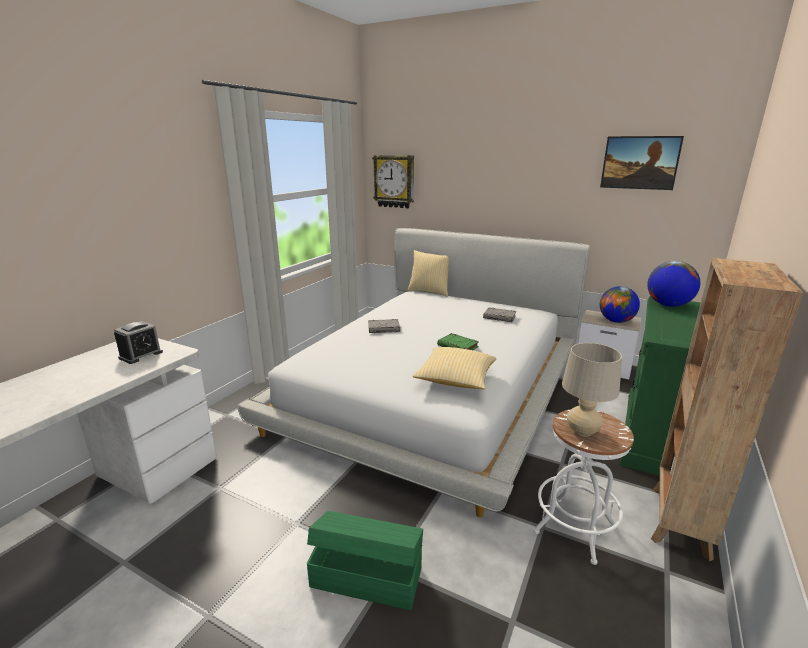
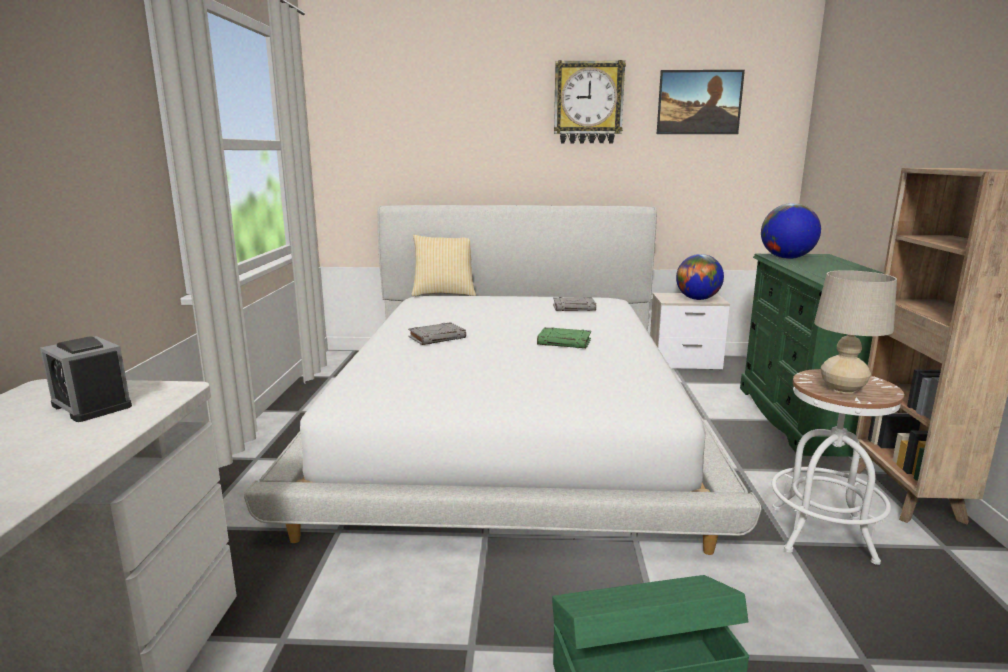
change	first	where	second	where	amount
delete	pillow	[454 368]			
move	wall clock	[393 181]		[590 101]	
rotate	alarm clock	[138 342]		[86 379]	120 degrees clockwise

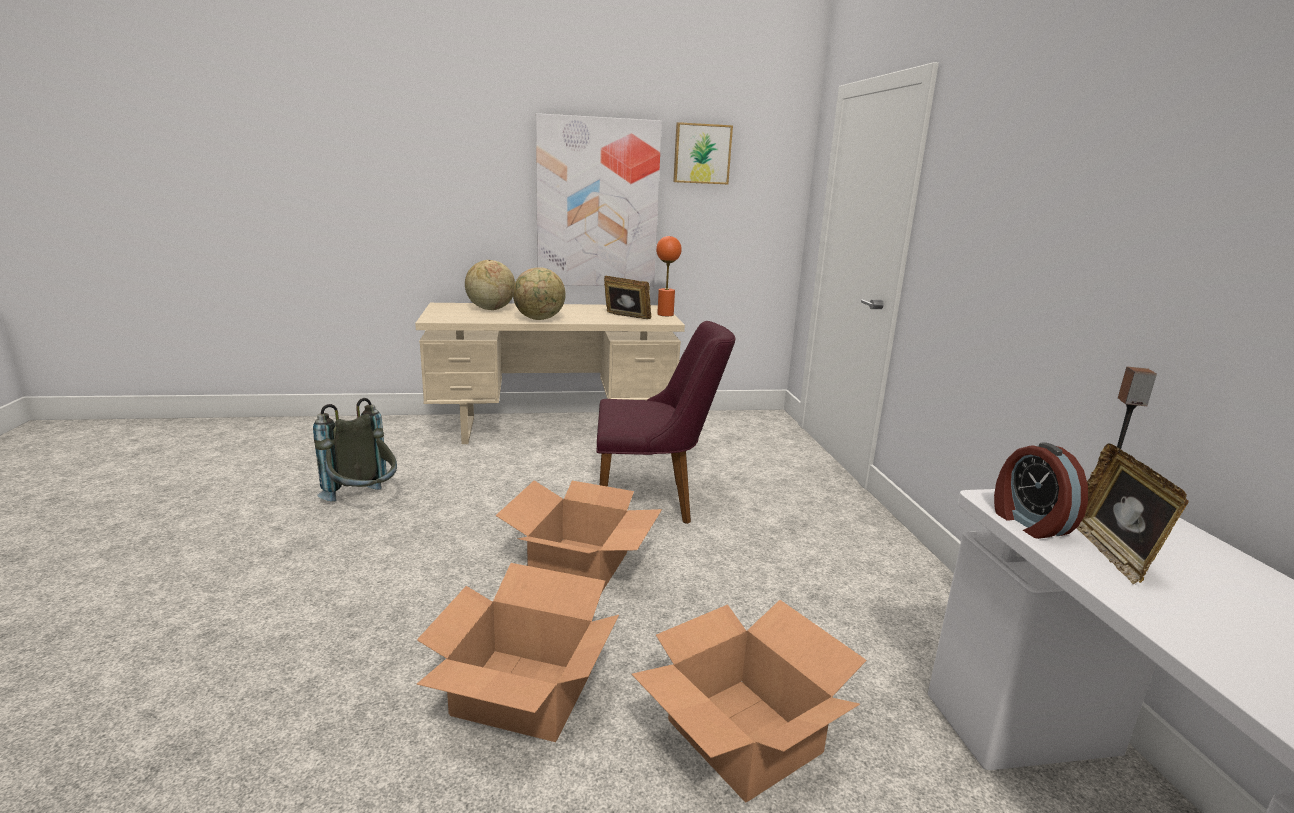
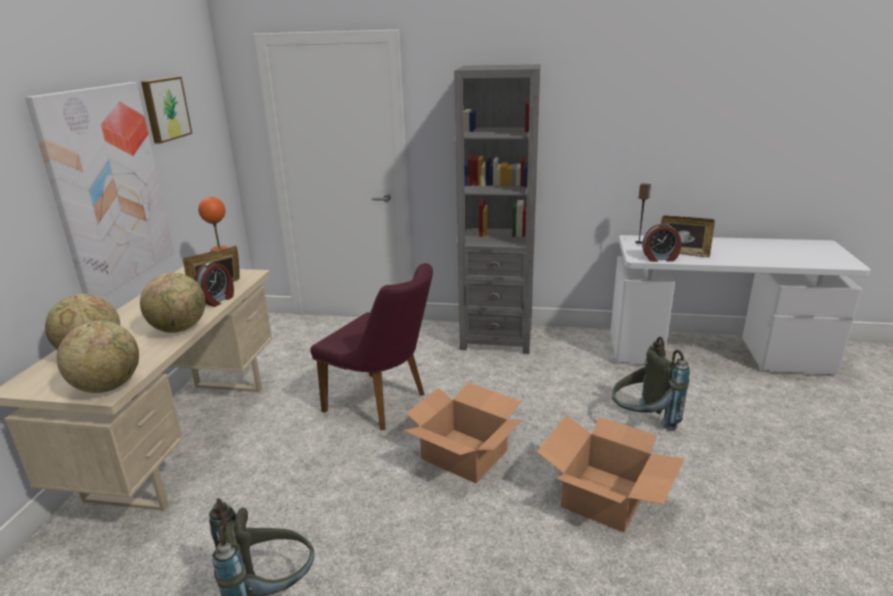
change	first	where	second	where	amount
insert			globe	[98 357]	
insert			alarm clock	[214 284]	
insert			grey bookcase	[497 209]	
replace	cardboard box	[749 701]	grey backpack	[651 384]	
rotate	purple chair	[666 422]		[371 346]	105 degrees clockwise

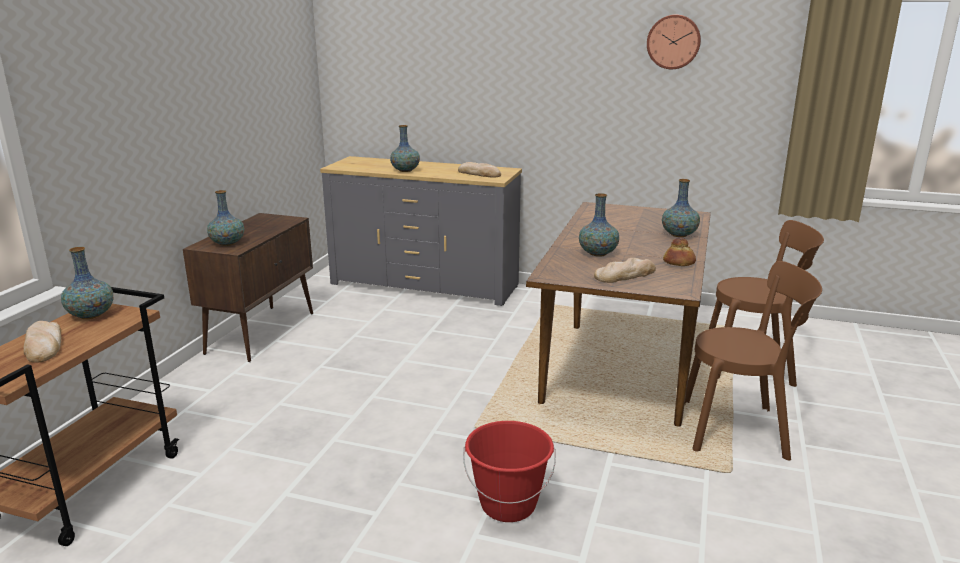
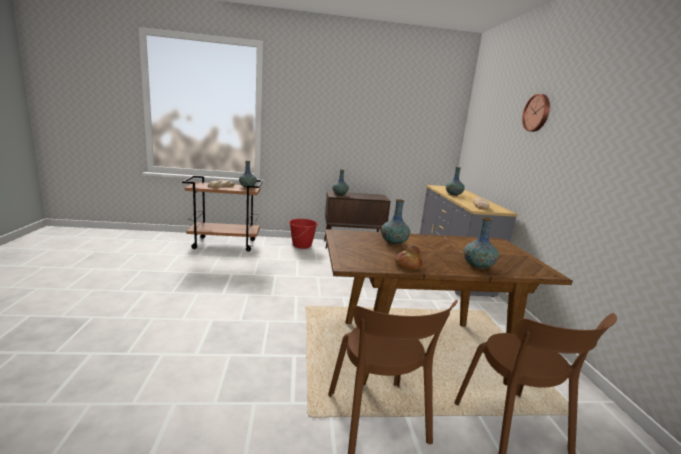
change	first	where	second	where	amount
delete	bread	[625 270]			
move	red bucket	[509 471]		[303 234]	
move	wall clock	[674 41]		[536 113]	

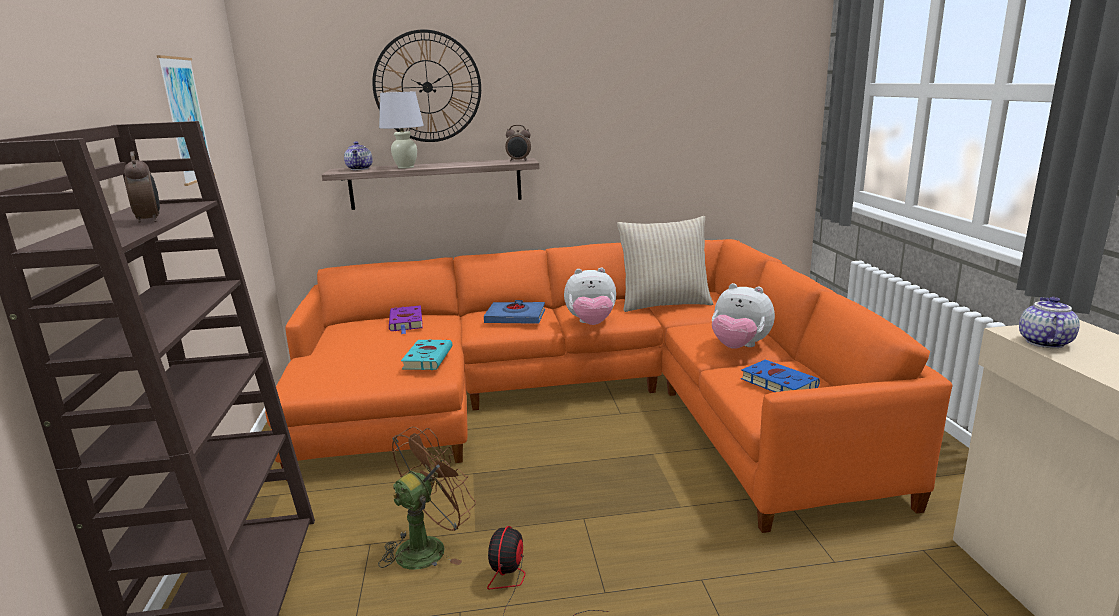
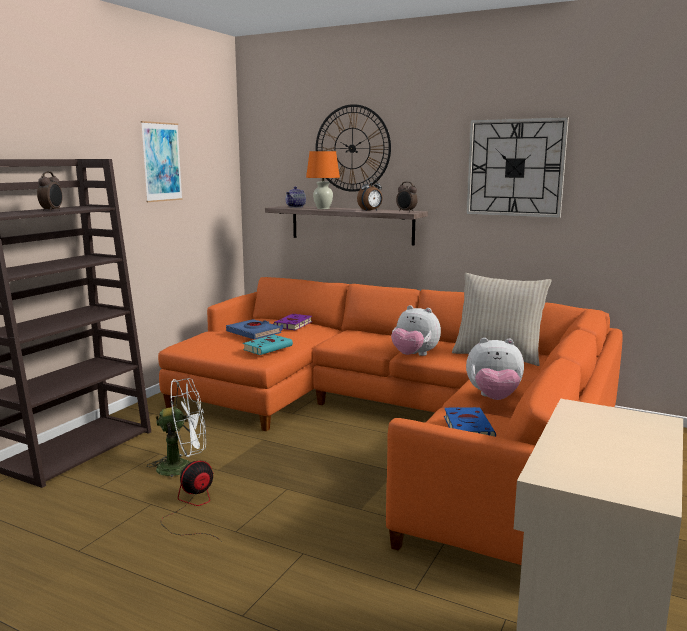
change	first	where	second	where	amount
delete	teapot	[1049 322]			
insert			alarm clock	[370 194]	
insert			wall clock	[517 167]	
move	blue book	[514 312]		[253 329]	
recolor	brown fan	[427 498]	white fan	[176 427]	
recolor	white table lamp	[401 130]	orange table lamp	[323 180]	
rotate	plush toy	[743 316]		[495 369]	60 degrees counterclockwise

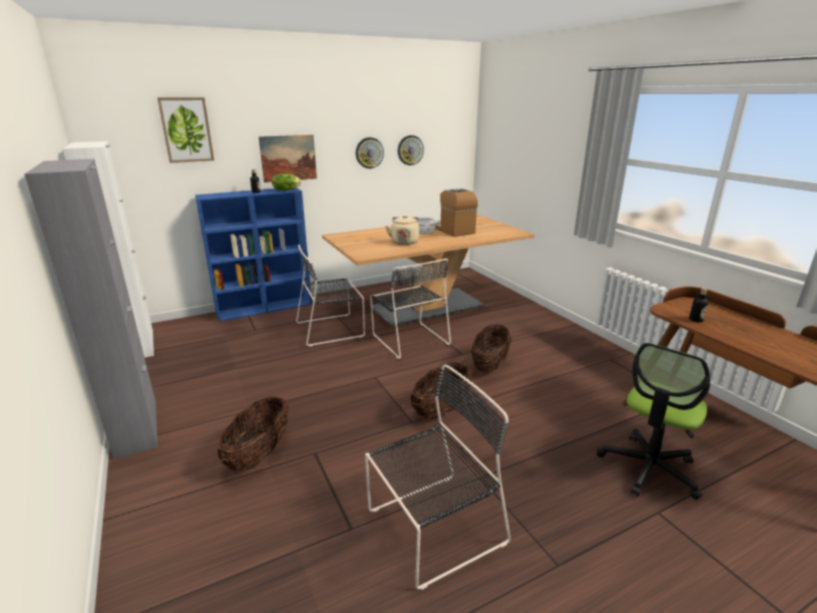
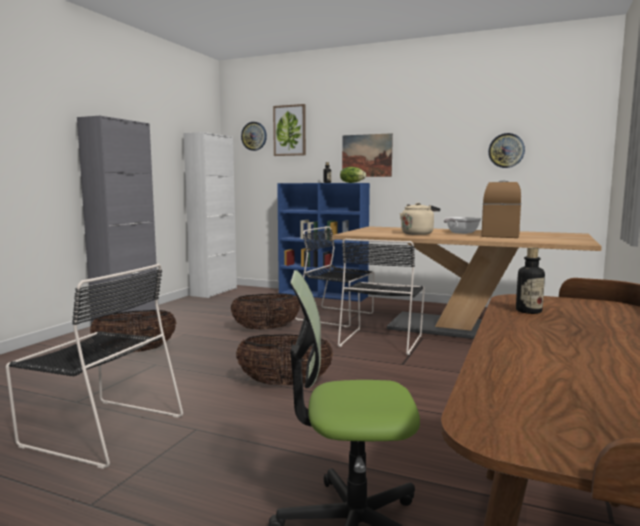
change	first	where	second	where	amount
move	wall clock	[370 153]		[254 136]	
move	basket	[491 348]		[265 311]	

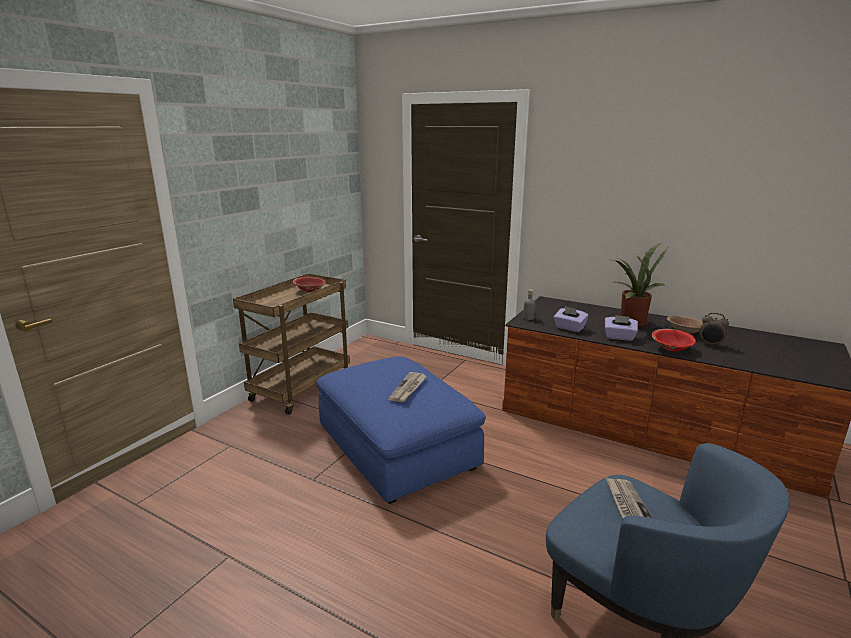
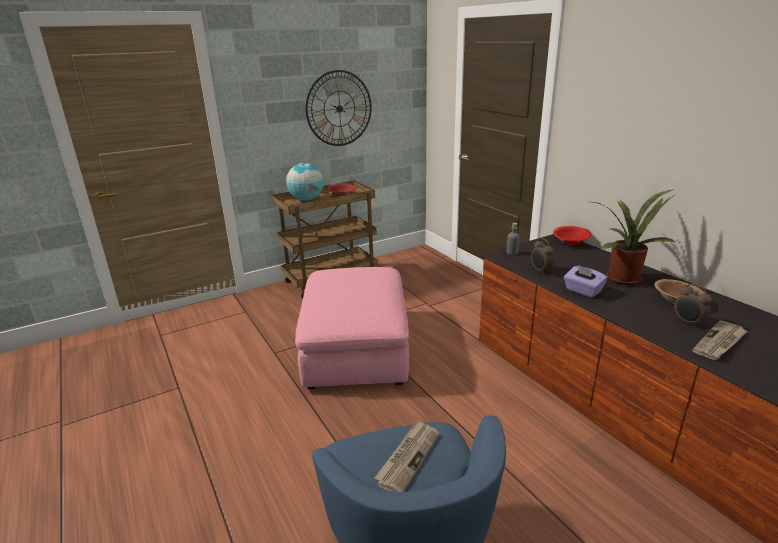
change	first	where	second	where	amount
insert			globe	[305 182]	
insert			wall clock	[338 108]	
move	newspaper	[407 387]		[720 340]	
move	red bowl	[674 340]		[572 235]	
replace	purple tissue box	[571 319]	alarm clock	[542 256]	
recolor	blue ottoman	[401 430]	pink ottoman	[352 328]	

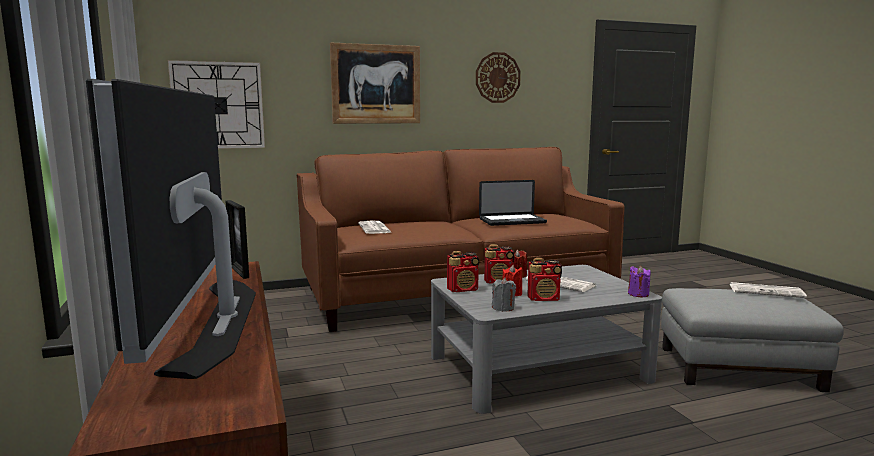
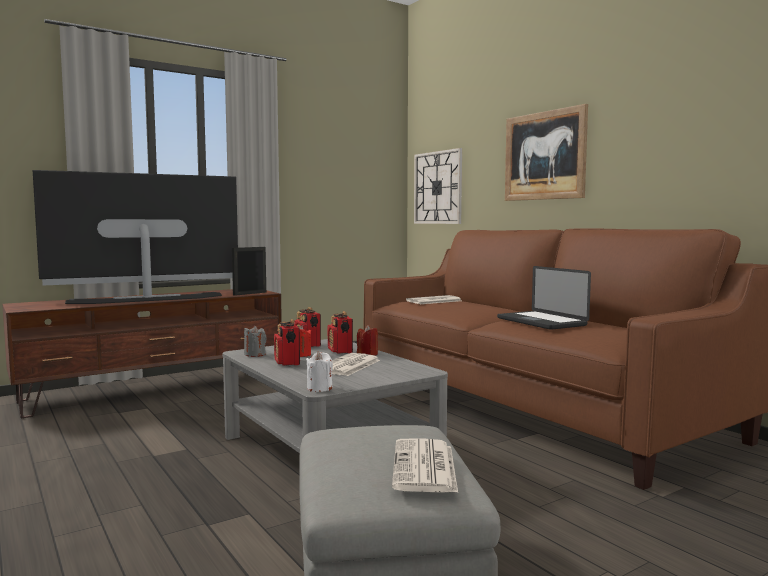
change	first	where	second	where	amount
delete	wall clock	[498 77]			
recolor	purple candle	[639 281]	white candle	[319 372]	

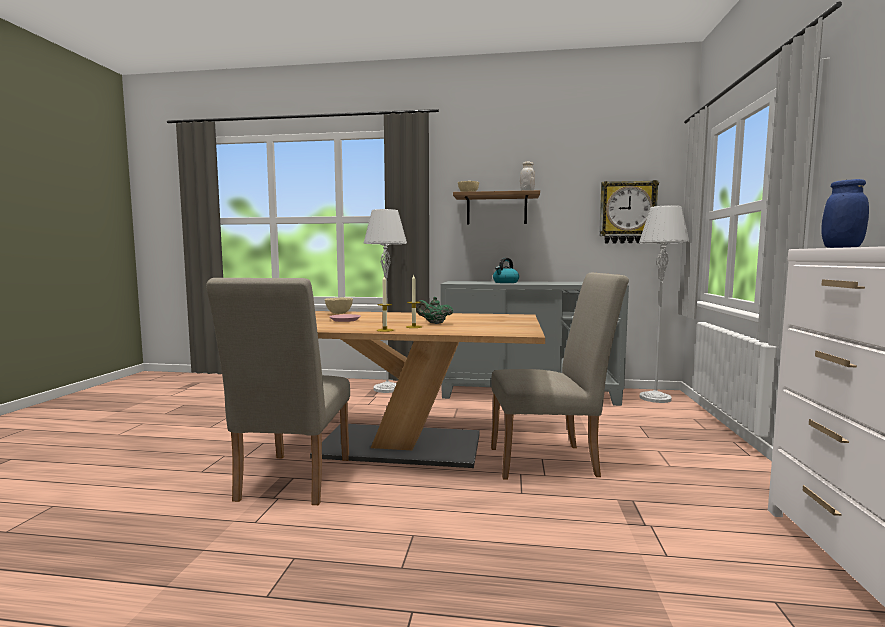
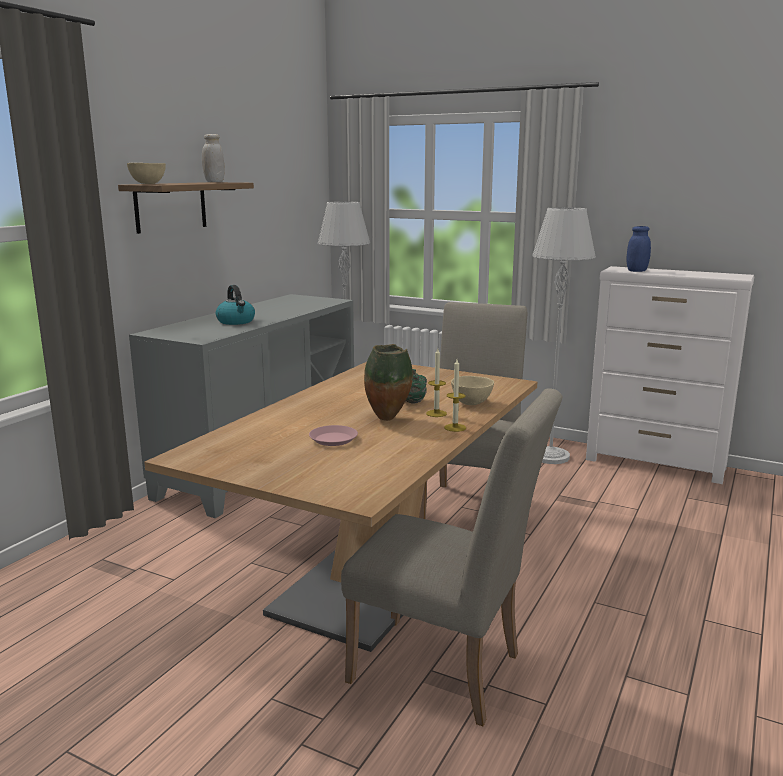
change	first	where	second	where	amount
delete	wall clock	[629 211]			
insert			vase	[388 382]	
move	beige bowl	[339 305]		[472 390]	
move	grey floor lamp	[385 301]		[564 335]	

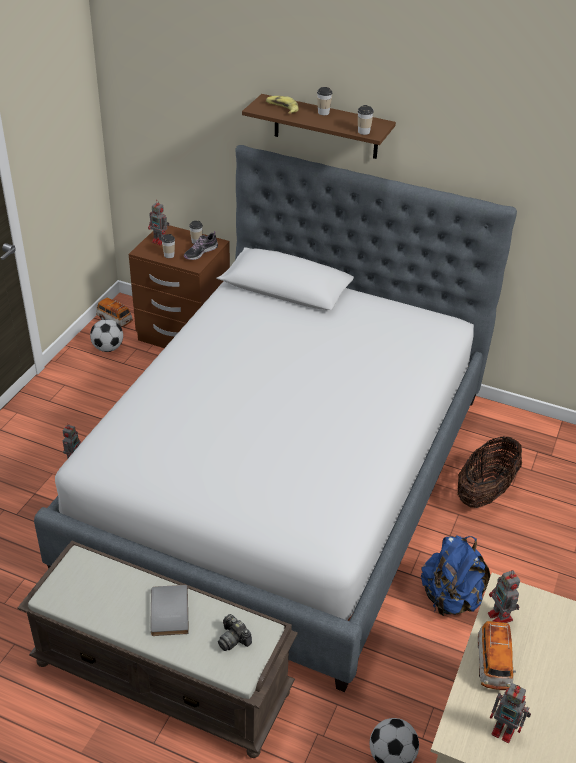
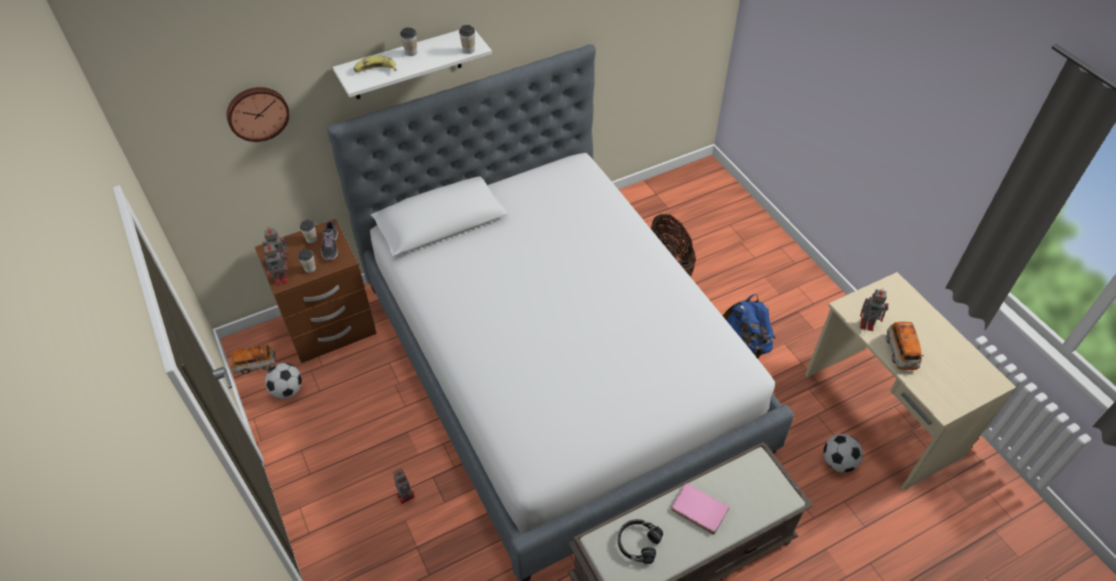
change	first	where	second	where	amount
delete	photo camera	[235 632]			
insert			wall clock	[258 114]	
insert			black headphones	[640 541]	
move	toy robot	[510 713]		[275 264]	
recolor	grey book	[169 610]	pink book	[700 509]	
recolor	brown shelf	[319 126]	white shelf	[412 64]	
rotate	toy car	[497 655]		[905 346]	45 degrees clockwise

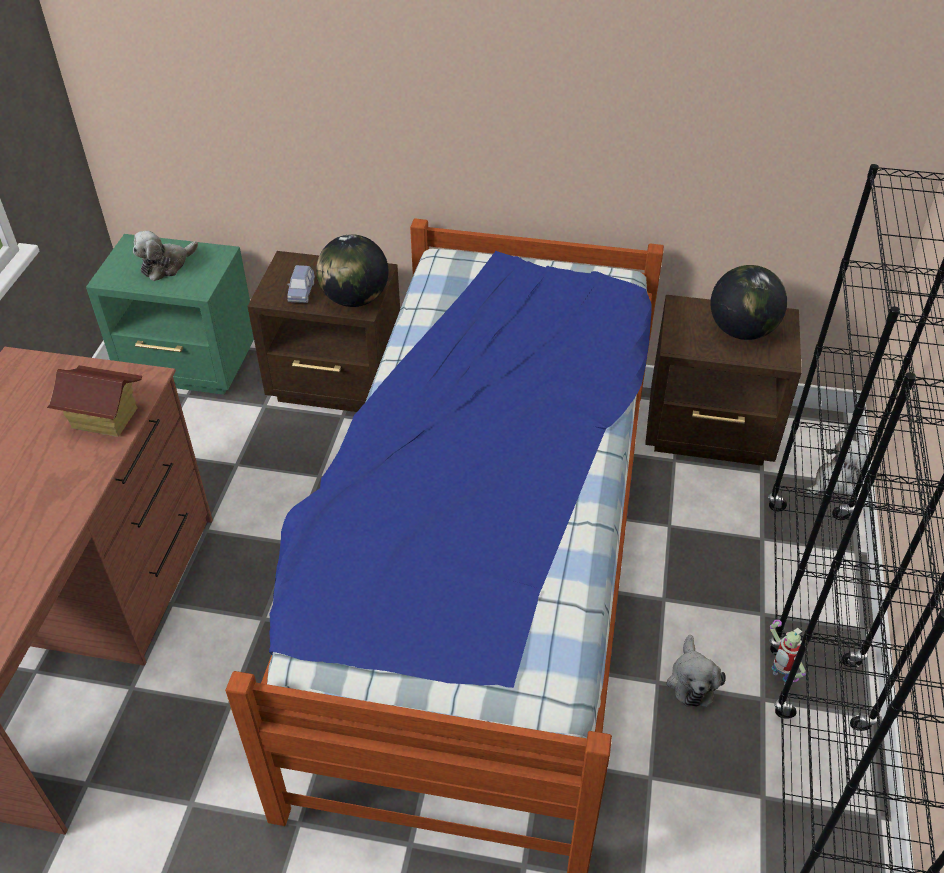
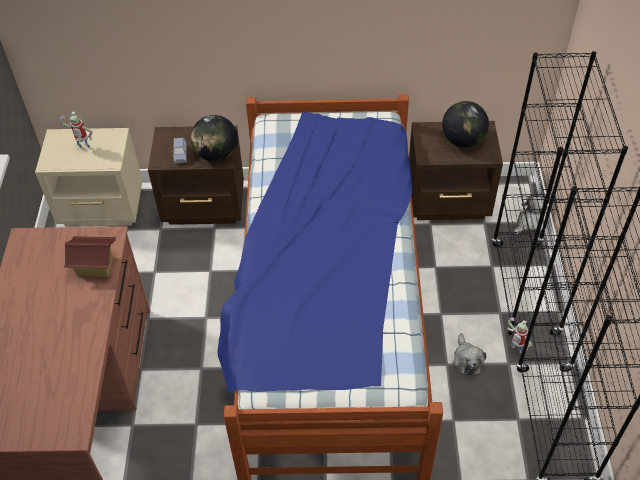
change	first	where	second	where	amount
replace	plush toy	[165 256]	toy robot	[76 130]	
recolor	green nightstand	[170 314]	beige nightstand	[89 177]	

